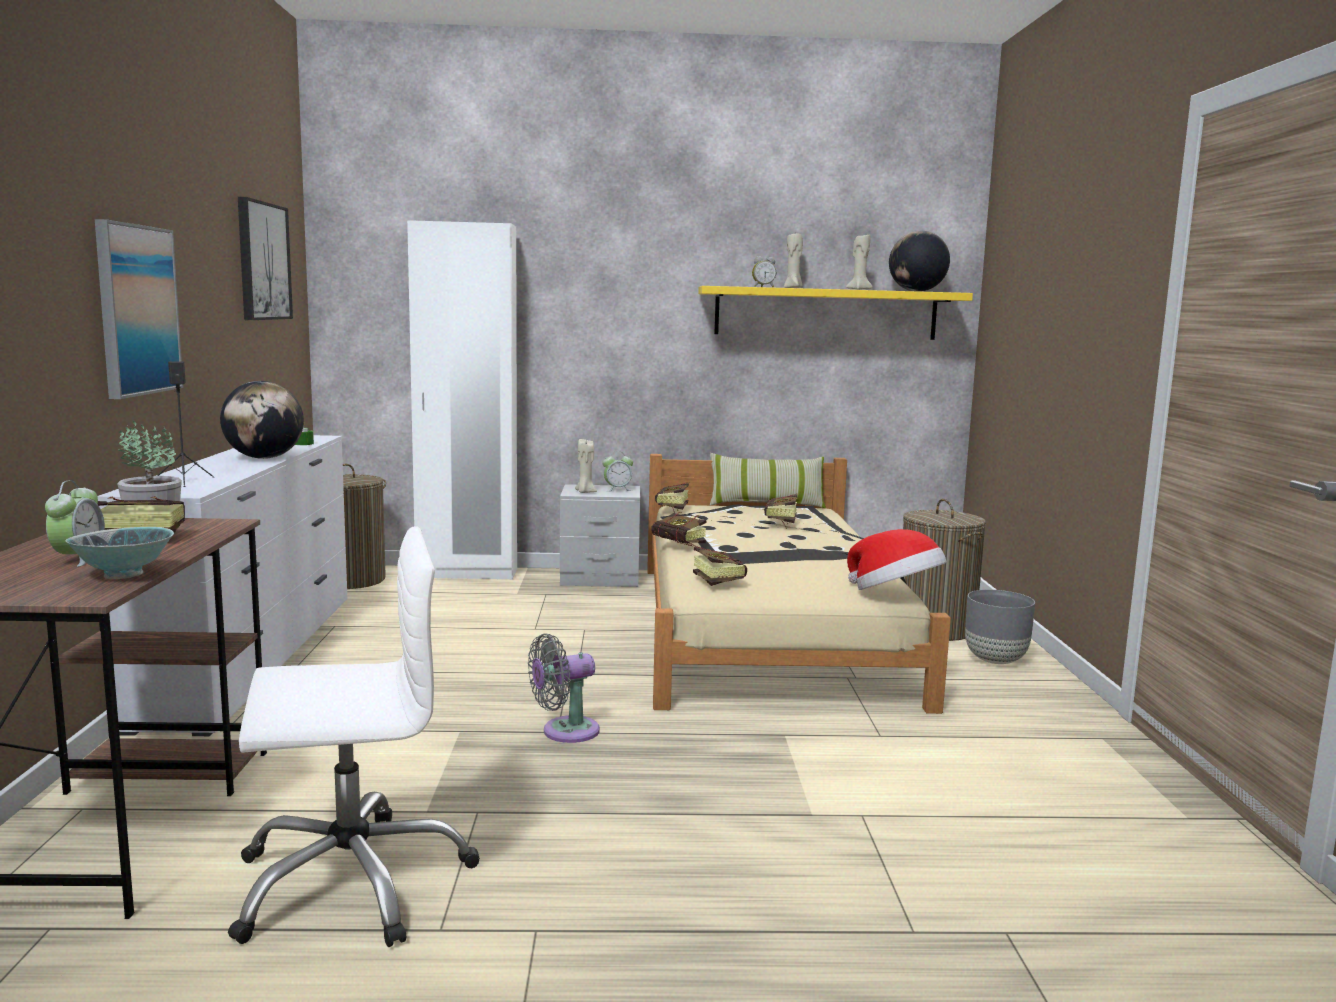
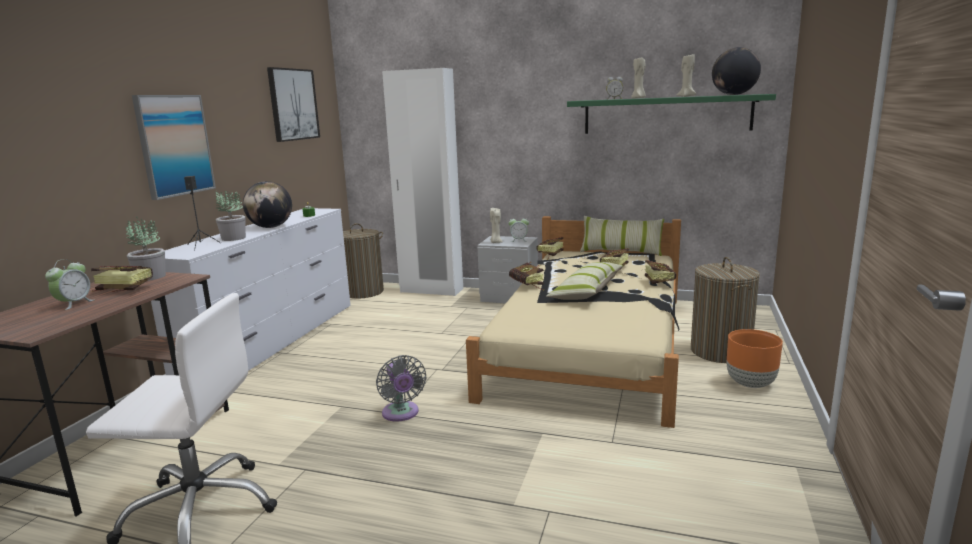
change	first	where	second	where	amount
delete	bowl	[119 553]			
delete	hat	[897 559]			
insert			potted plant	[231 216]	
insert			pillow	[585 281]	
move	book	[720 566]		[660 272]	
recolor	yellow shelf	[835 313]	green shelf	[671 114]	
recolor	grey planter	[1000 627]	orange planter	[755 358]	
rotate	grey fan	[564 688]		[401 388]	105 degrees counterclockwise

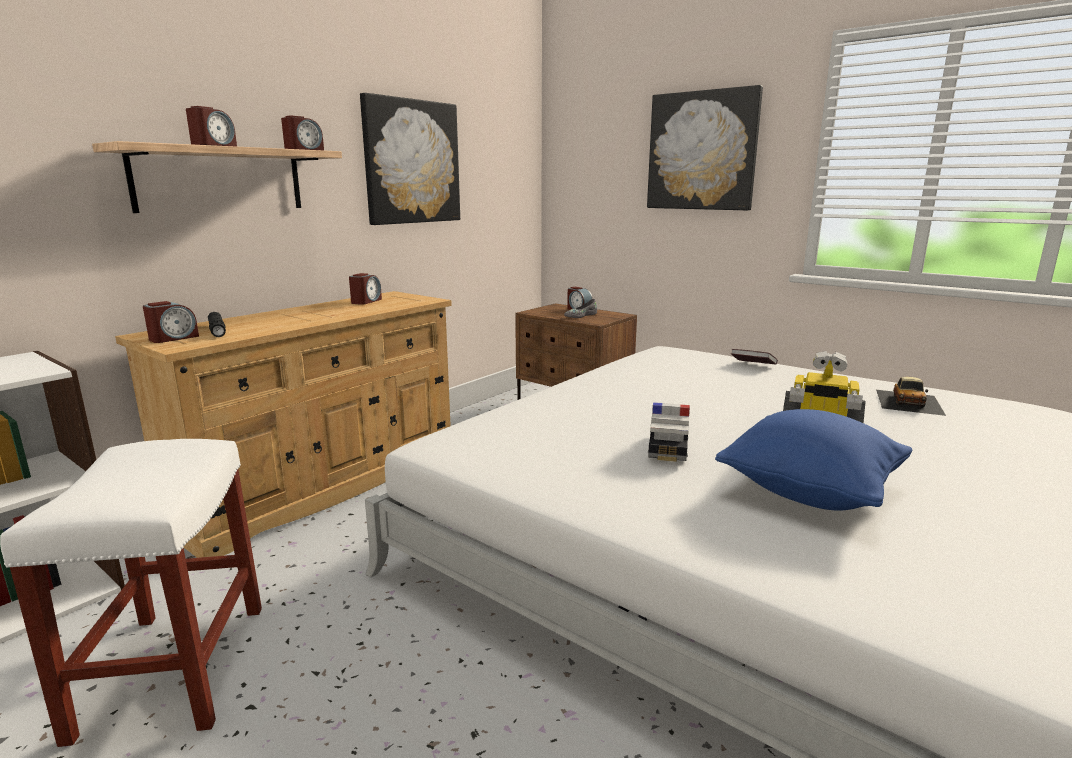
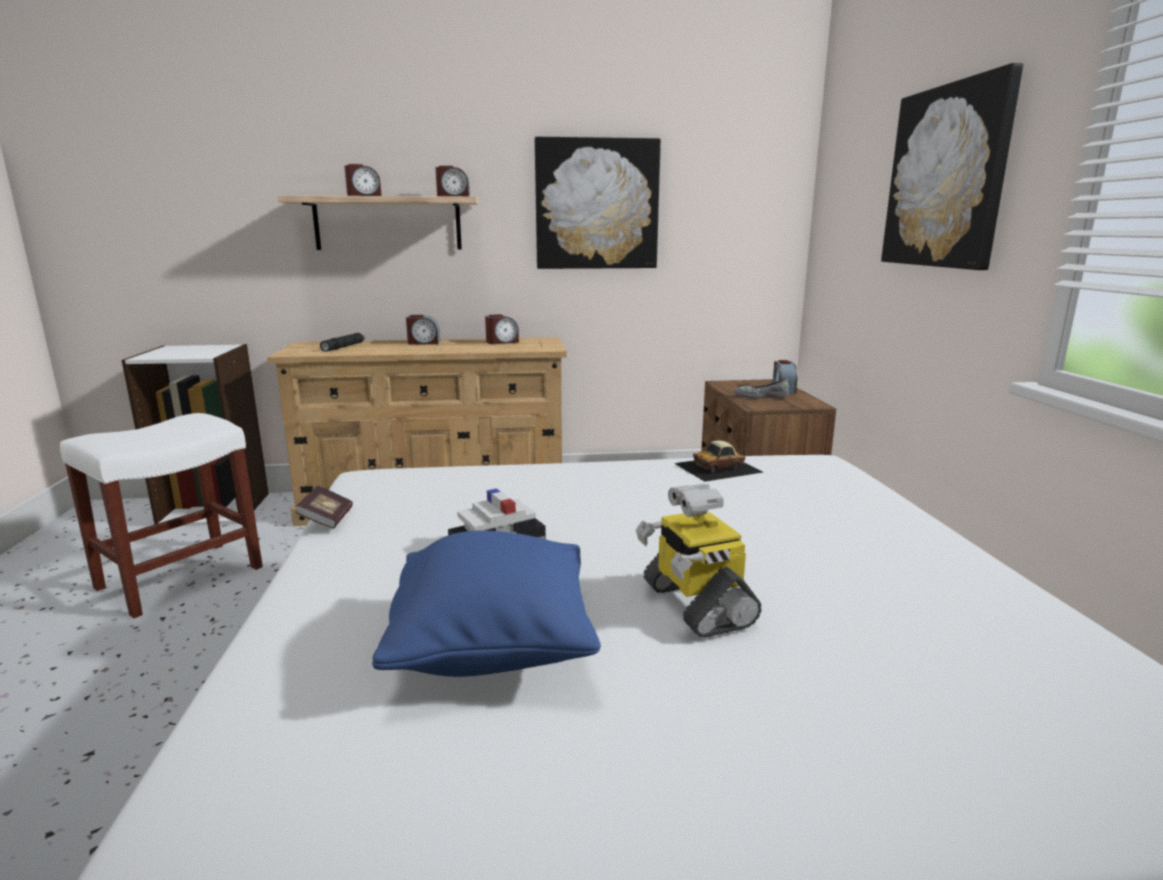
change	first	where	second	where	amount
move	alarm clock	[171 322]		[423 330]	
move	book	[754 357]		[324 507]	
move	toy car	[911 396]		[718 461]	

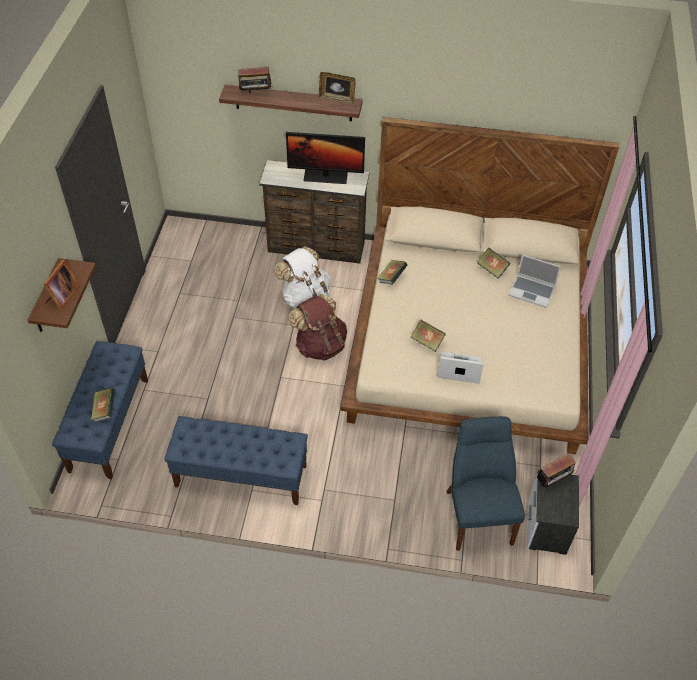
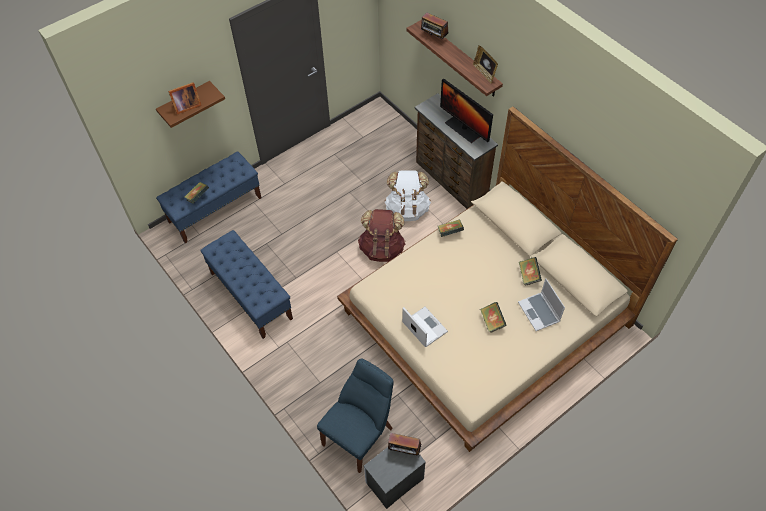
change	first	where	second	where	amount
move	book	[428 336]		[493 317]	

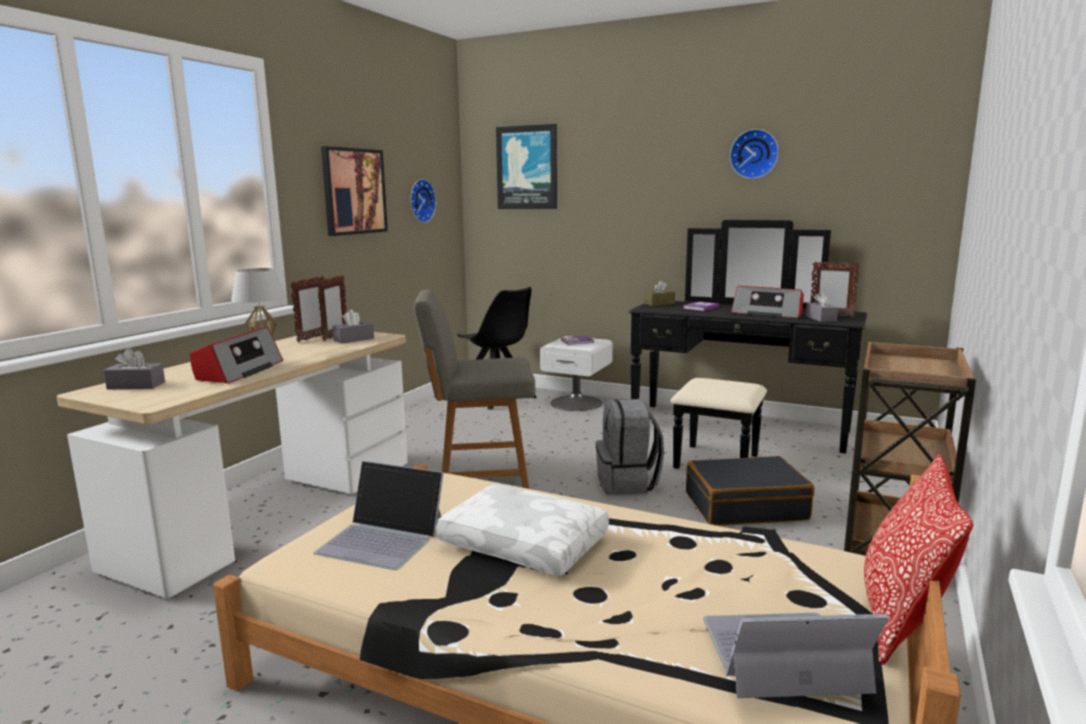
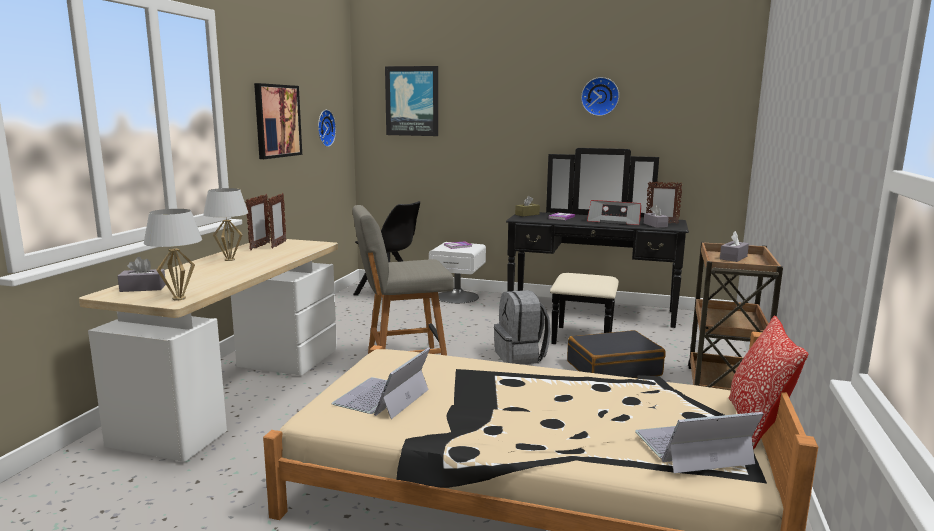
change	first	where	second	where	amount
delete	radio	[236 355]			
delete	white pillow	[522 530]			
insert			white table lamp	[173 254]	
move	grey tissue box	[353 327]		[734 246]	
rotate	laptop	[379 515]		[380 383]	105 degrees clockwise

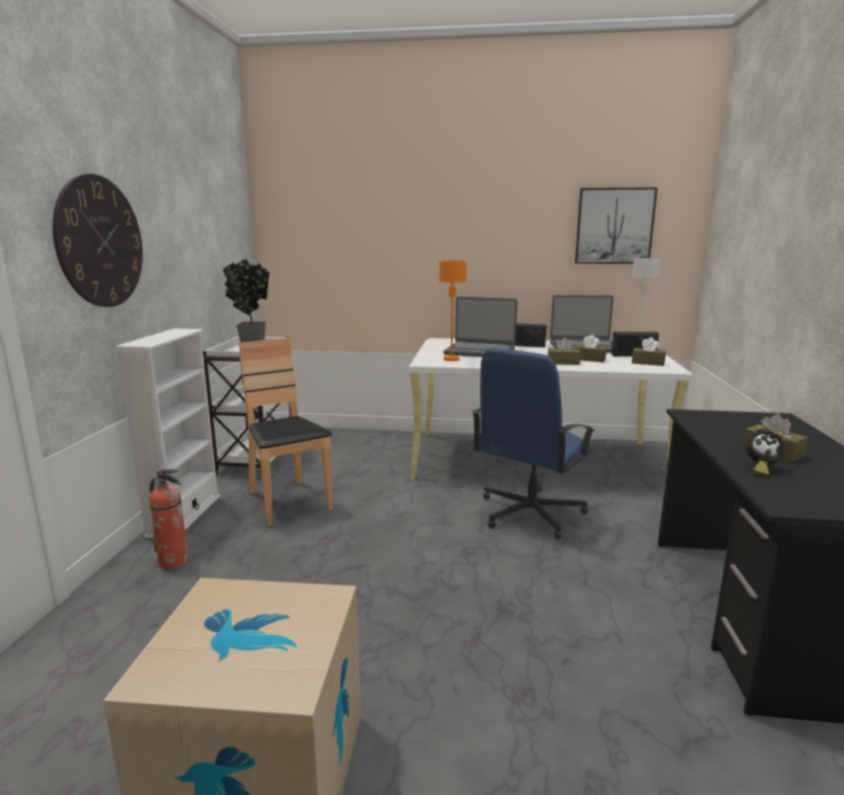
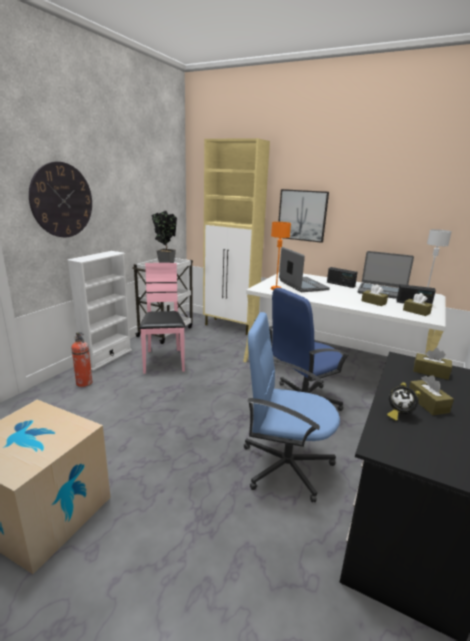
change	first	where	second	where	amount
insert			beige cabinet	[236 236]	
insert			blue office chair	[292 407]	
move	brown tissue box	[564 351]		[432 364]	
move	picture	[616 225]		[303 216]	
recolor	brown chair	[286 432]	pink chair	[162 318]	
rotate	laptop	[480 327]		[304 269]	150 degrees counterclockwise

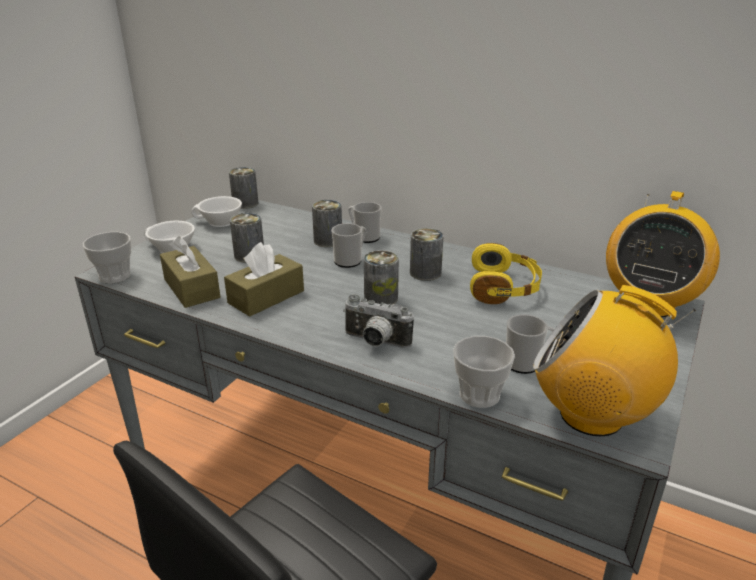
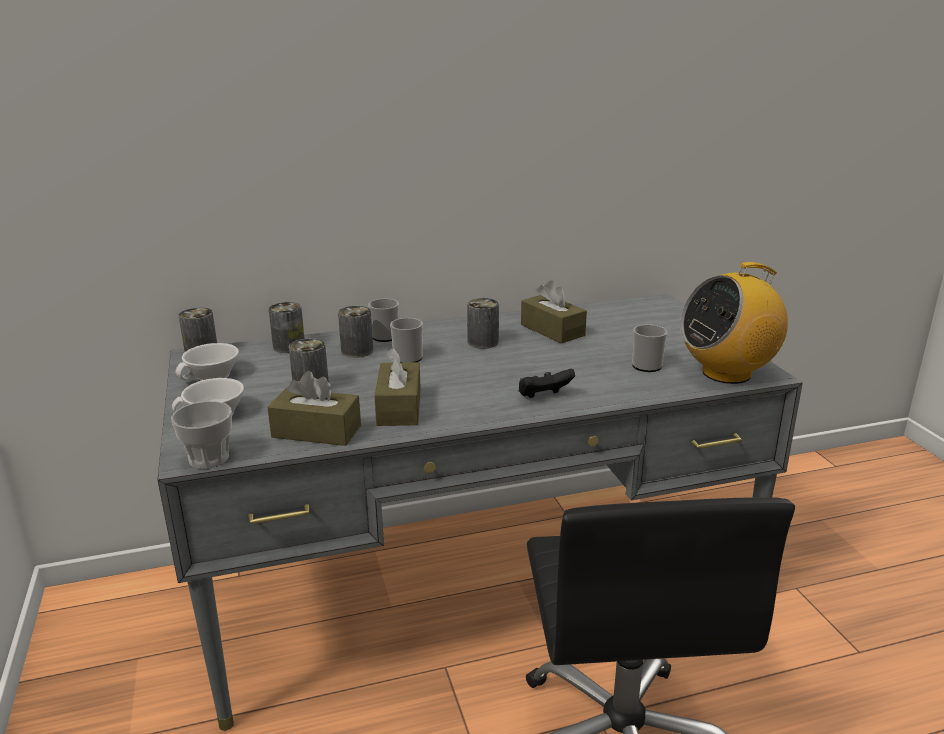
change	first	where	second	where	amount
delete	cup	[484 372]			
delete	radio	[663 254]			
move	can	[381 277]		[287 327]	
replace	photo camera	[378 321]	black game controller	[547 383]	
replace	yellow headphones	[506 273]	brown tissue box	[554 311]	

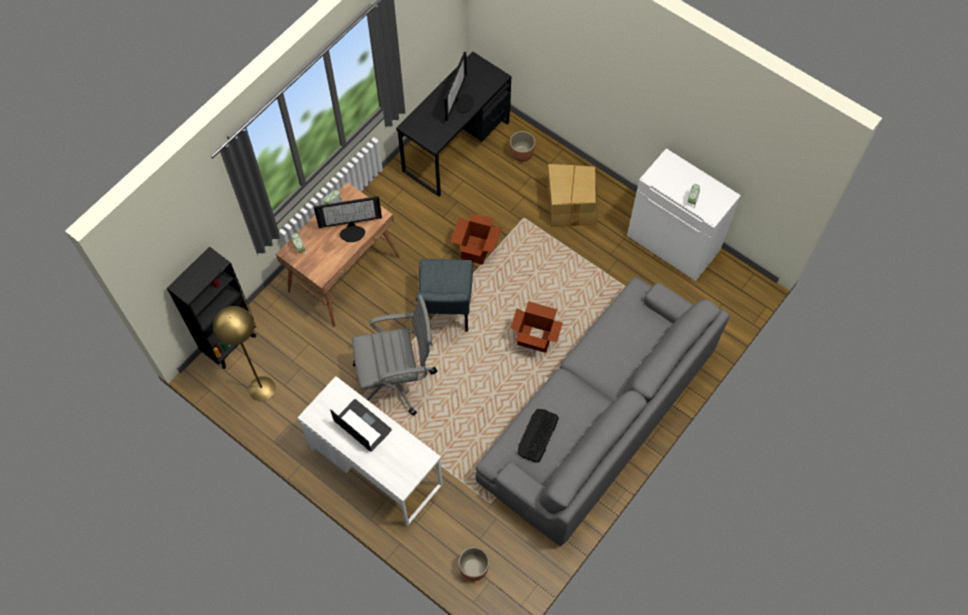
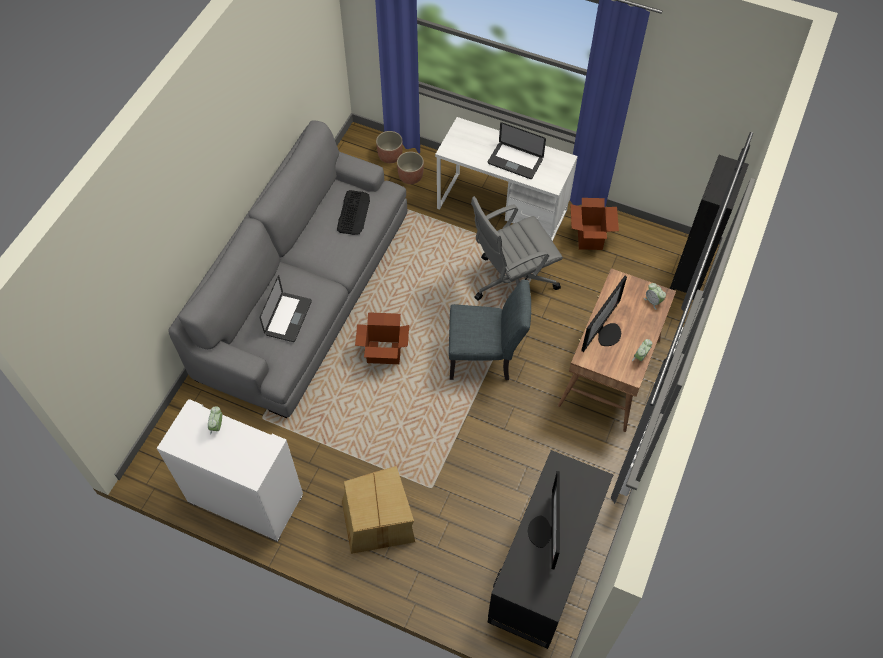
change	first	where	second	where	amount
delete	yellow floor lamp	[244 353]			
insert			laptop	[286 308]	
move	cardboard box	[476 239]		[594 224]	
move	planter	[522 146]		[410 168]	
rotate	monitor	[348 219]		[604 314]	150 degrees clockwise
rotate	grey chair	[444 295]		[490 330]	105 degrees clockwise

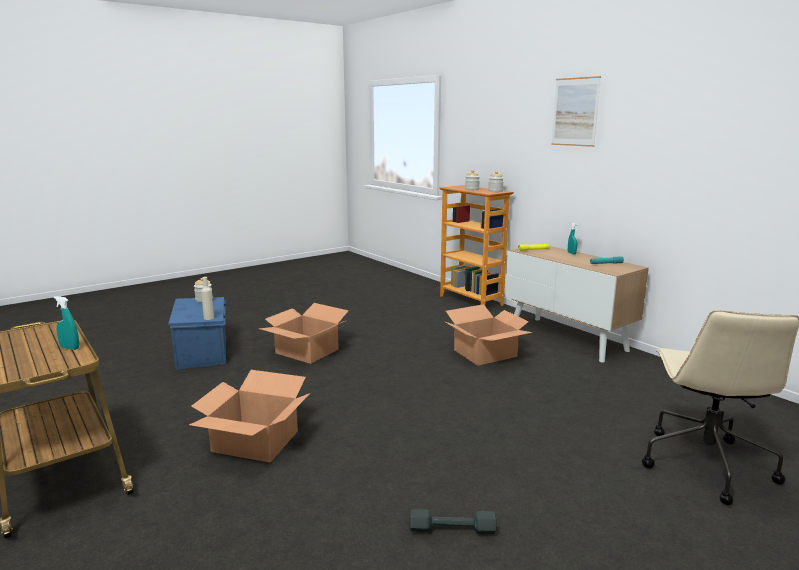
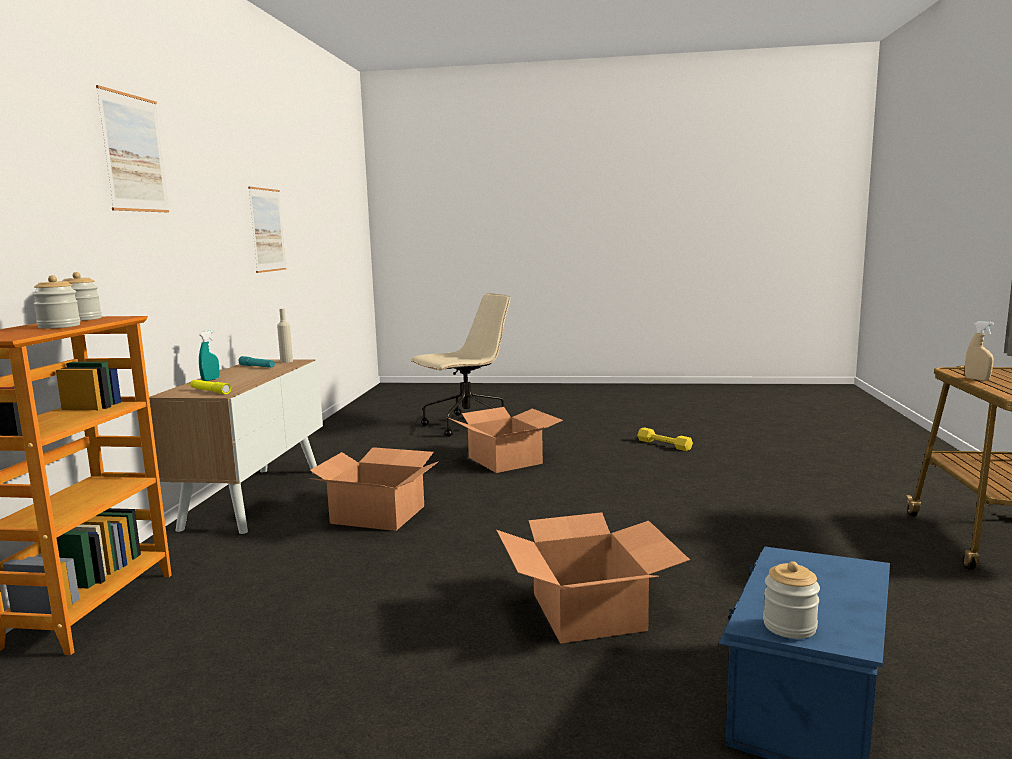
change	first	where	second	where	amount
insert			picture	[267 230]	
move	cardboard box	[249 416]		[504 440]	
move	beige bottle	[207 298]		[285 335]	
recolor	turquoise spray bottle	[66 323]	beige spray bottle	[979 351]	
recolor	grey dumbbell	[453 521]	yellow dumbbell	[665 439]	

